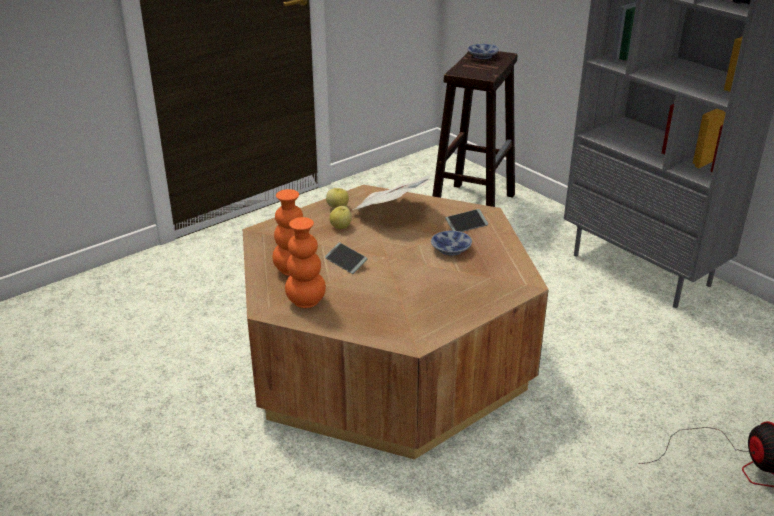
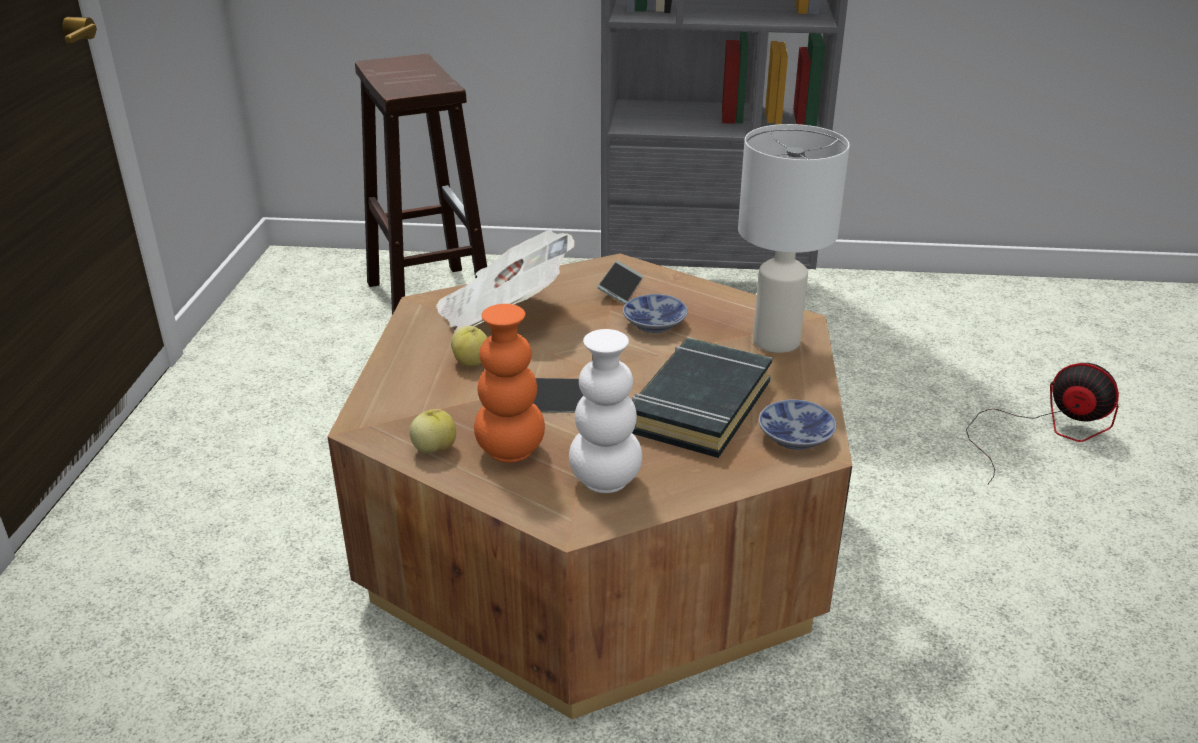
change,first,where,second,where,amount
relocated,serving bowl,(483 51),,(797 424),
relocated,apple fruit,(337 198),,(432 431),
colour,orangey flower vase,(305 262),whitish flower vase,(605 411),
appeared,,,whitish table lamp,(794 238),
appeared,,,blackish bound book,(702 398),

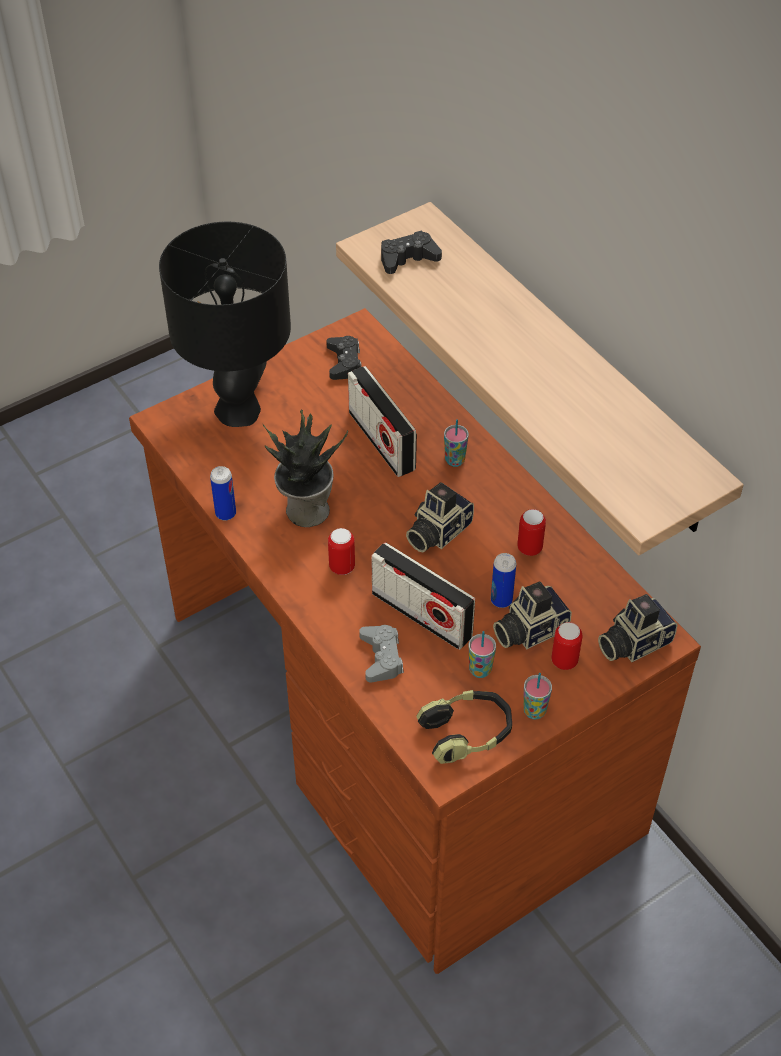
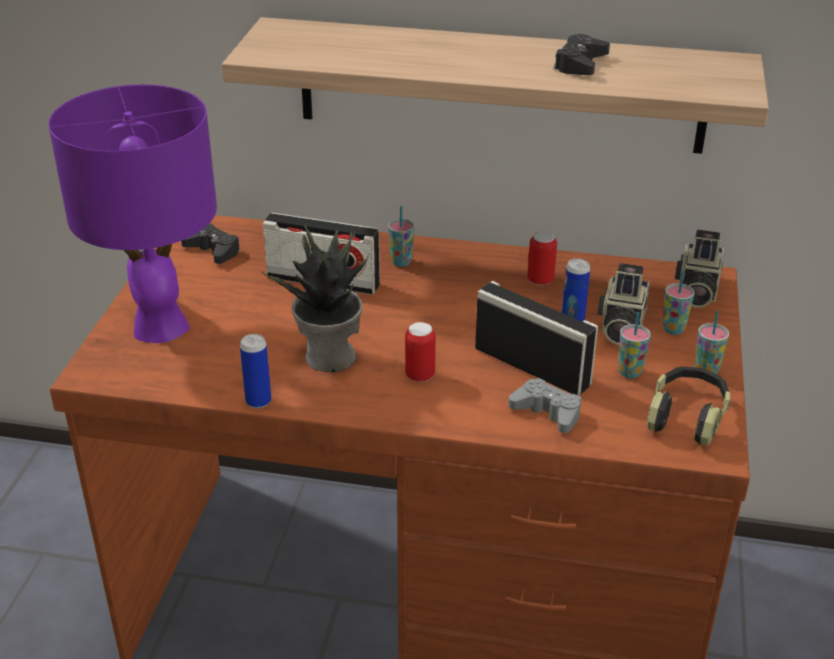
change,first,where,second,where,amount
colour,blackish table lamp,(225 324),purple table lamp,(132 213),
relocated,blackish joypad,(411 252),,(581 54),
missing,still camera,(440 517),,,
spun,radio set,(423 596),,(536 338),135 degrees counterclockwise
exchanged,can,(566 646),drinking cup,(678 303),

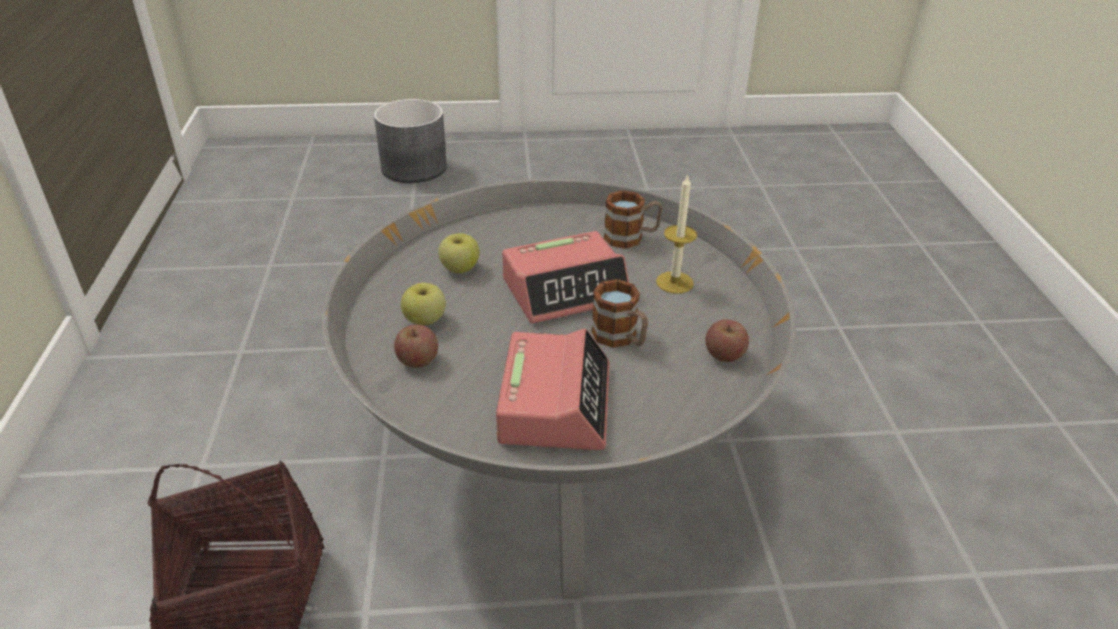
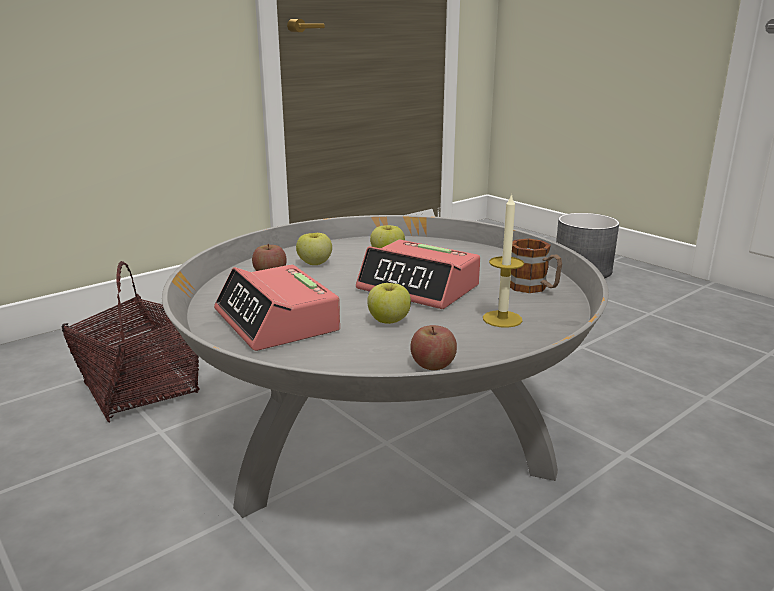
change,first,where,second,where,amount
exchanged,mug,(619 313),apple fruit,(389 303),
spun,table clock,(553 389),,(277 307),90 degrees clockwise

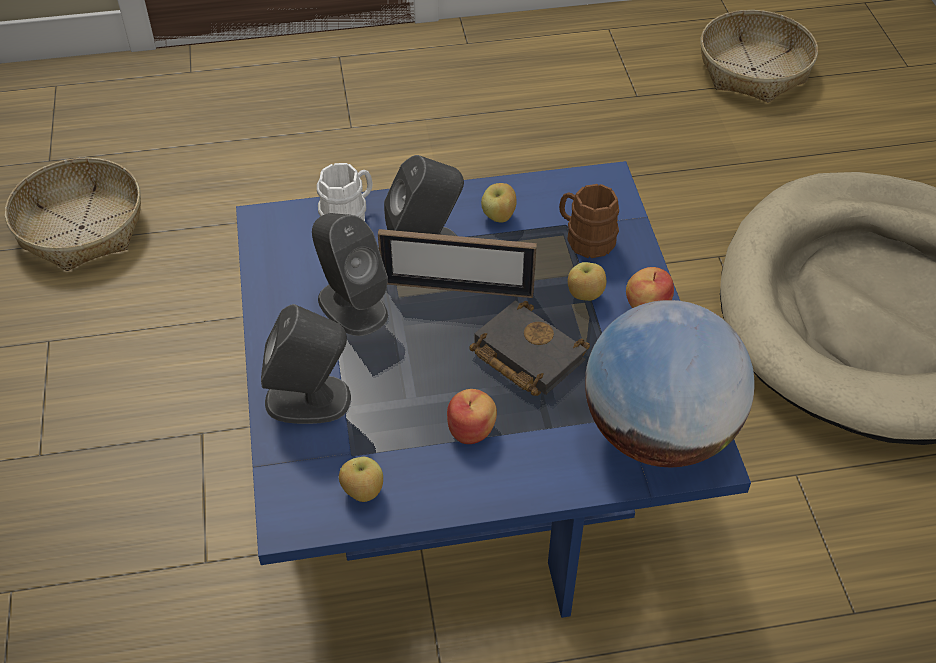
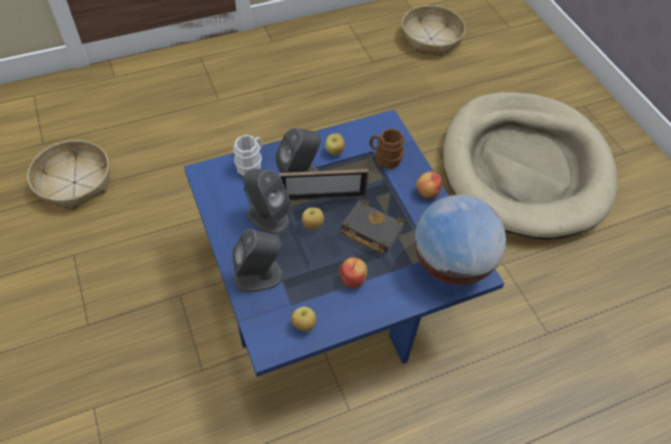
change,first,where,second,where,amount
relocated,apple fruit,(587 281),,(313 218),

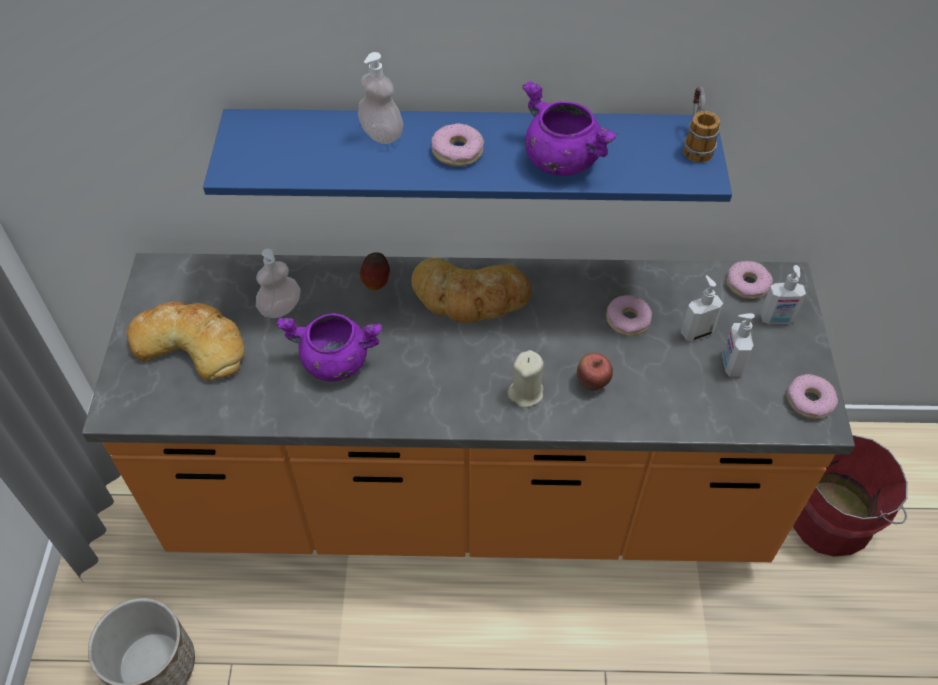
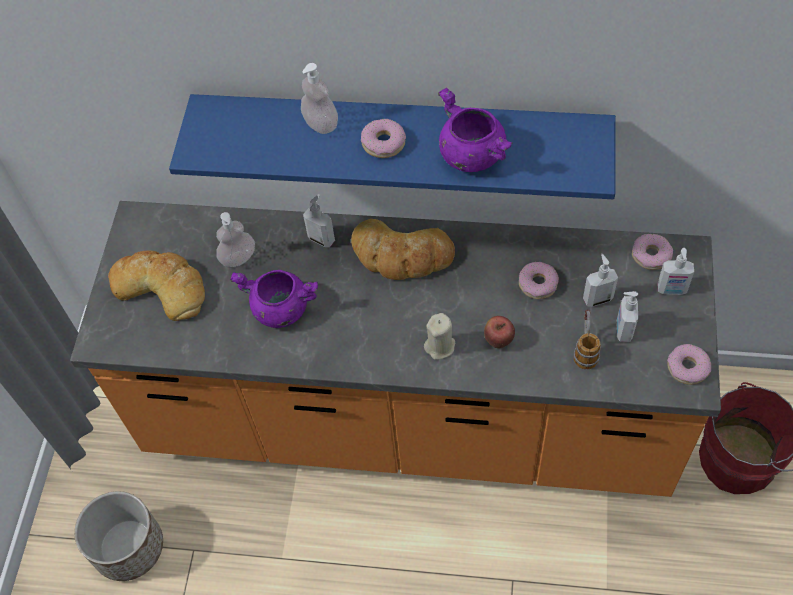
change,first,where,second,where,amount
relocated,mug,(701 125),,(587 339),
exchanged,apple fruit,(375 272),liquid soap bottle,(319 220),

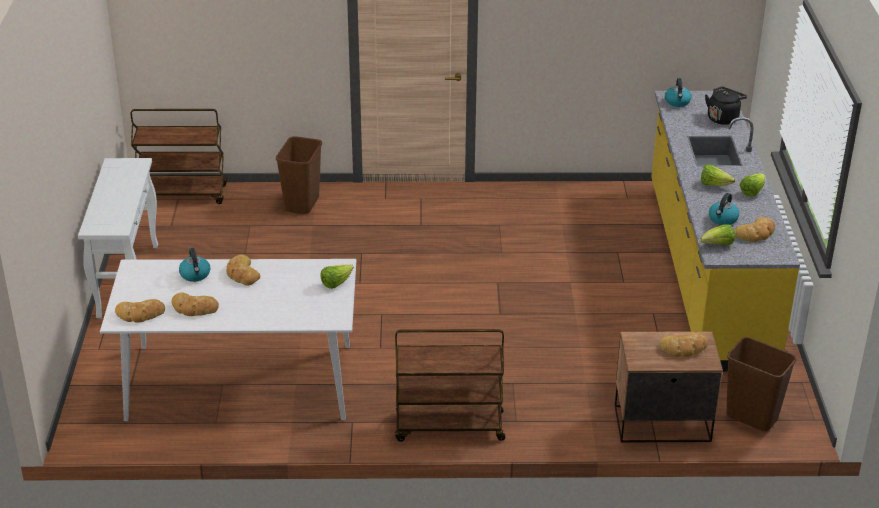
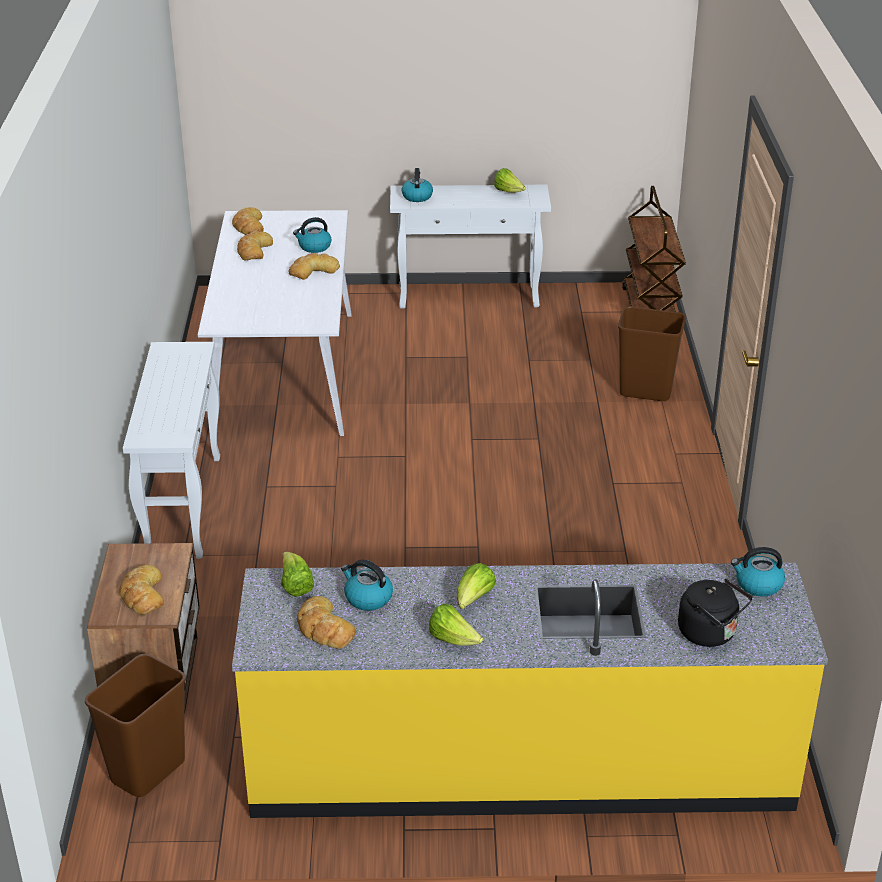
change,first,where,second,where,amount
relocated,lettuce head,(336 276),,(510 180),
exchanged,brown-coloured wheeled cart,(450 385),whitish console table,(171 450),
appeared,,,kettle,(417 185),

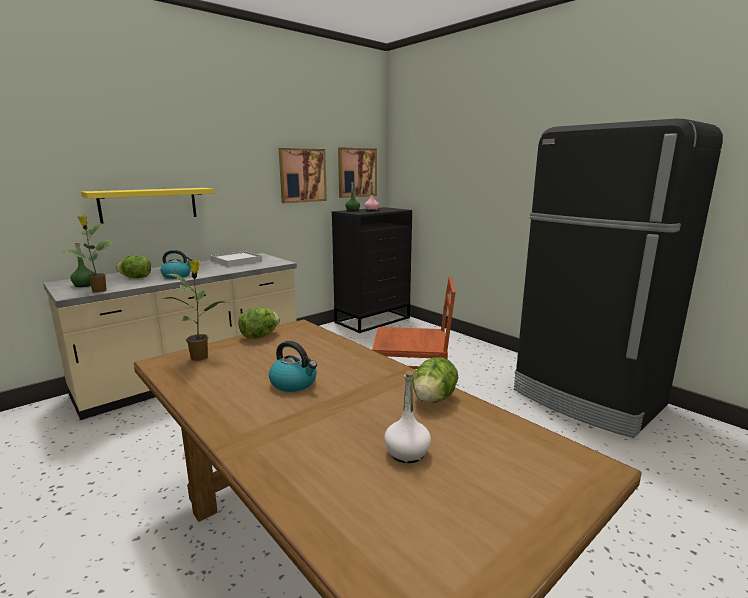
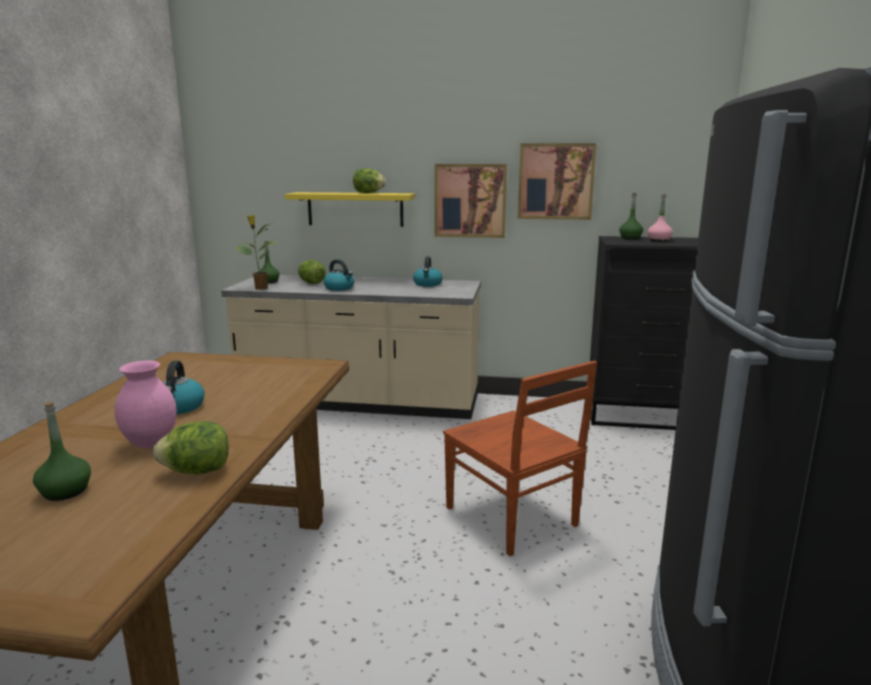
change,first,where,second,where,amount
relocated,wall picture,(357 172),,(471 201),
exchanged,whitish serving tray,(236 259),kettle,(428 271),
missing,potted plant,(193 310),,,
relocated,lettuce head,(259 323),,(369 180),
colour,whitish bottle,(407 417),green-coloured bottle,(62 451),
appeared,,,pinkish flower vase,(146 404),

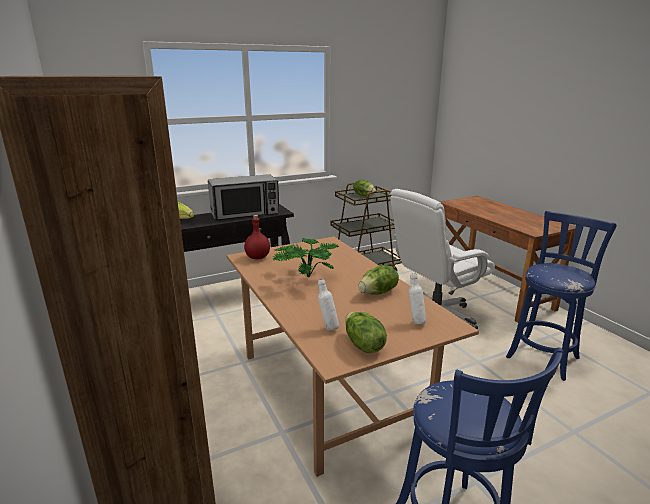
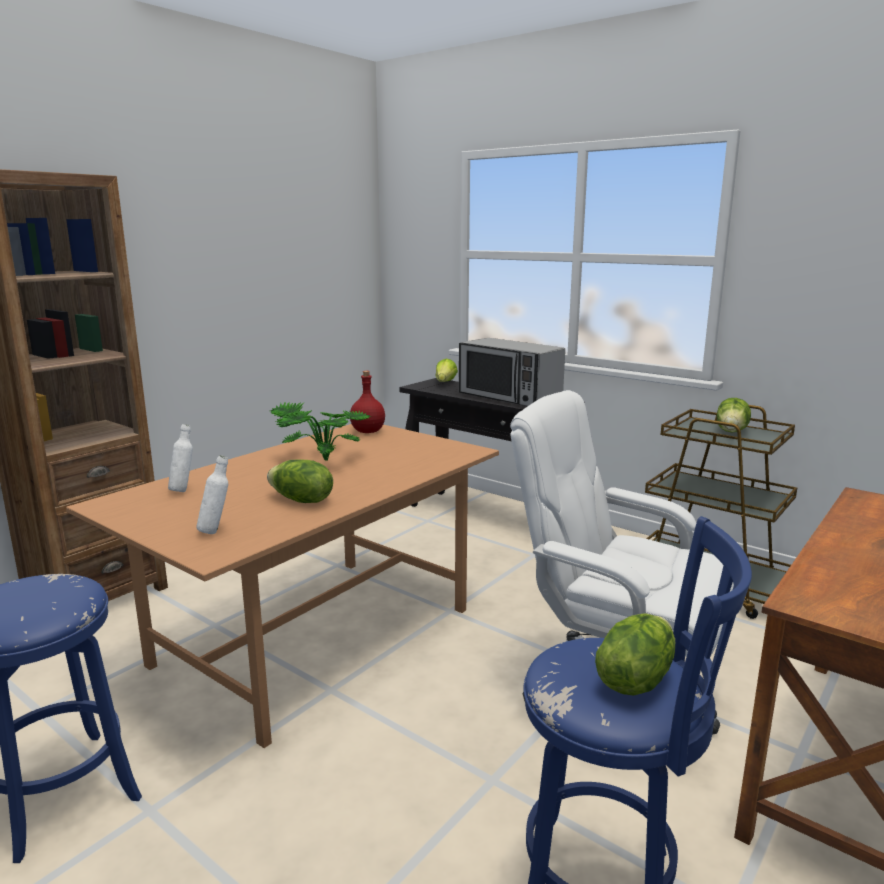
change,first,where,second,where,amount
relocated,lettuce head,(366 332),,(635 655),

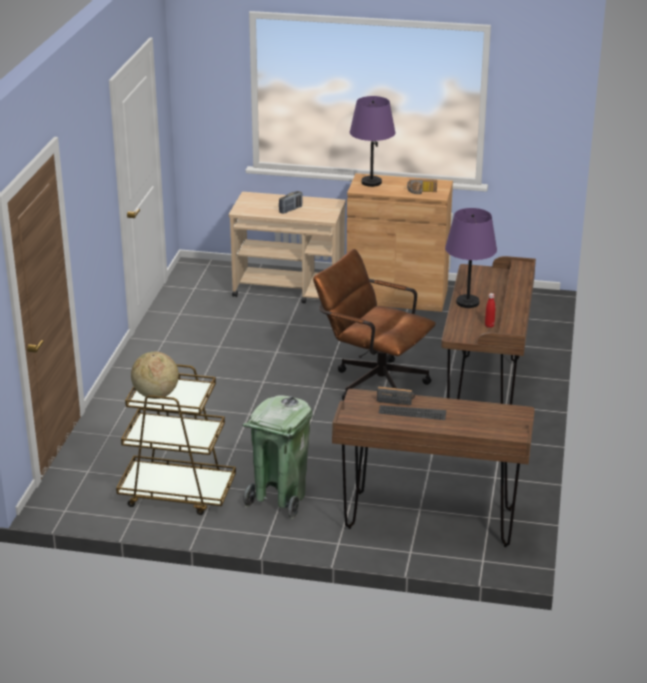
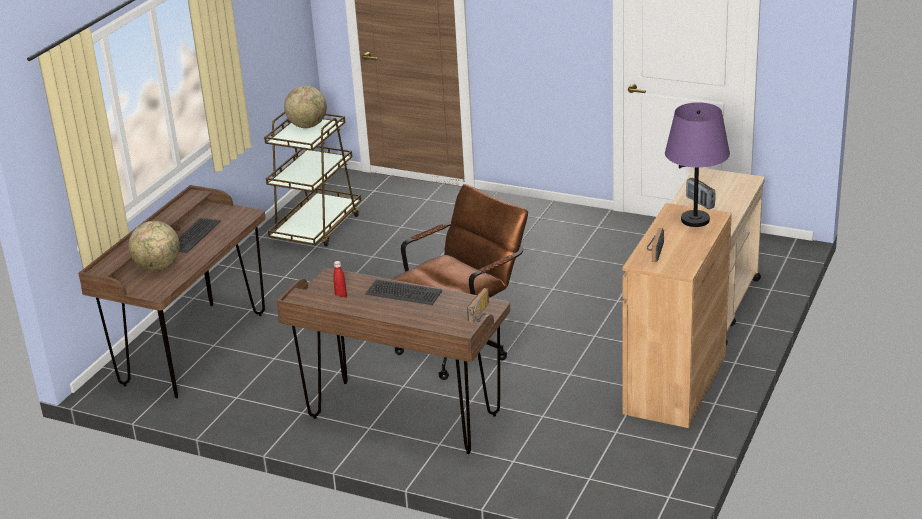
change,first,where,second,where,amount
exchanged,purple table lamp,(471 258),computer keyboard,(403 292),
relocated,radio set,(396 395),,(478 305),
missing,green-coloured trash can,(277 457),,,
appeared,,,world globe,(154 246),

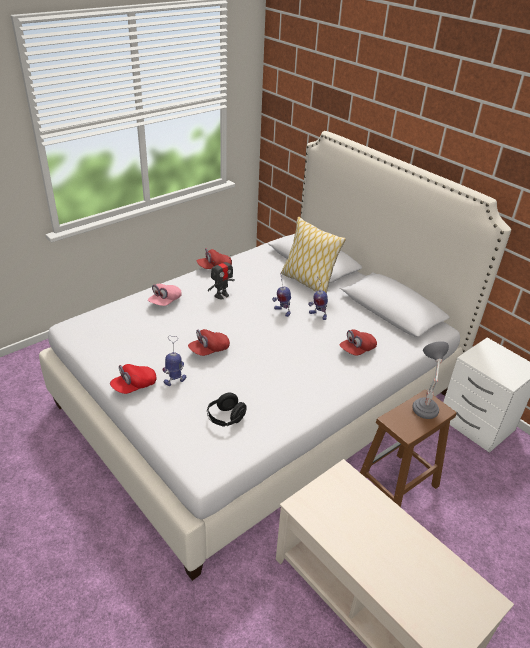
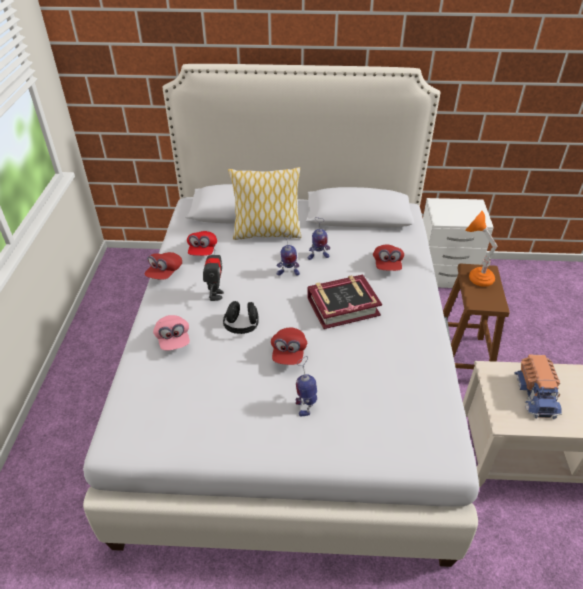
change,first,where,second,where,amount
colour,grey table lamp,(430 380),orangey table lamp,(482 249),
relocated,reddish peaked cap,(133 379),,(202 243),
relocated,blackish headset,(227 410),,(241 317),
appeared,,,bound book,(344 301),
appeared,,,toy lorry,(538 386),

